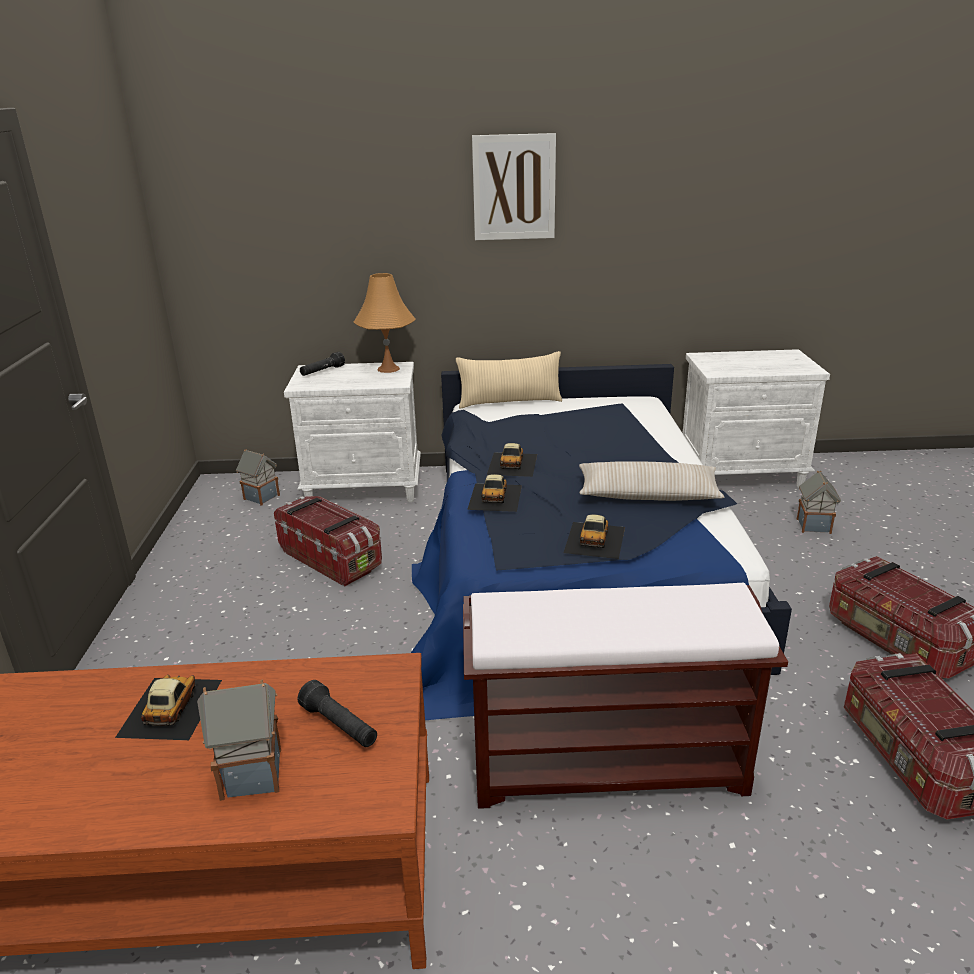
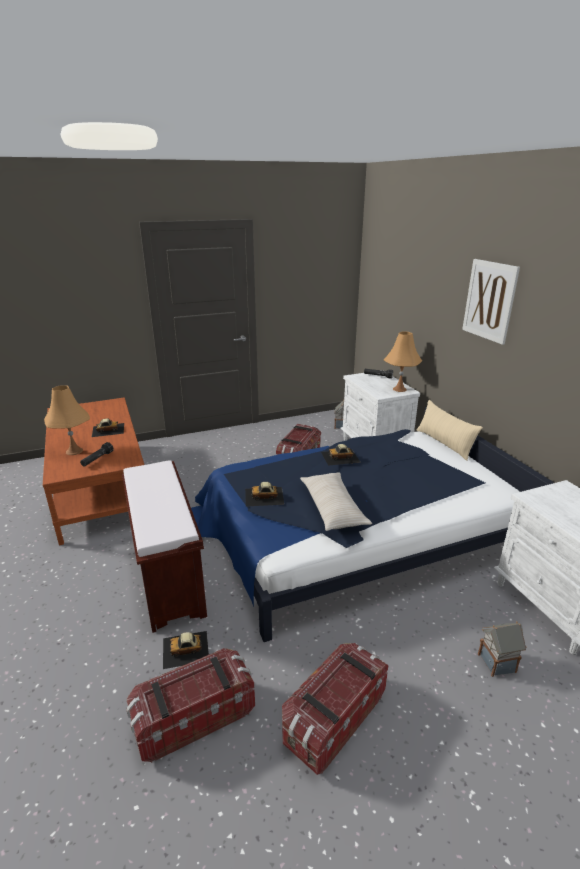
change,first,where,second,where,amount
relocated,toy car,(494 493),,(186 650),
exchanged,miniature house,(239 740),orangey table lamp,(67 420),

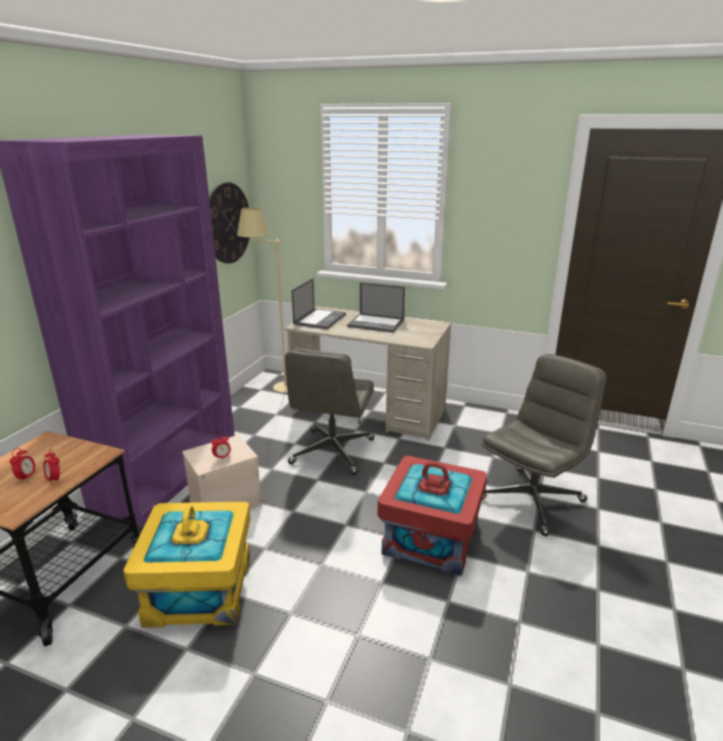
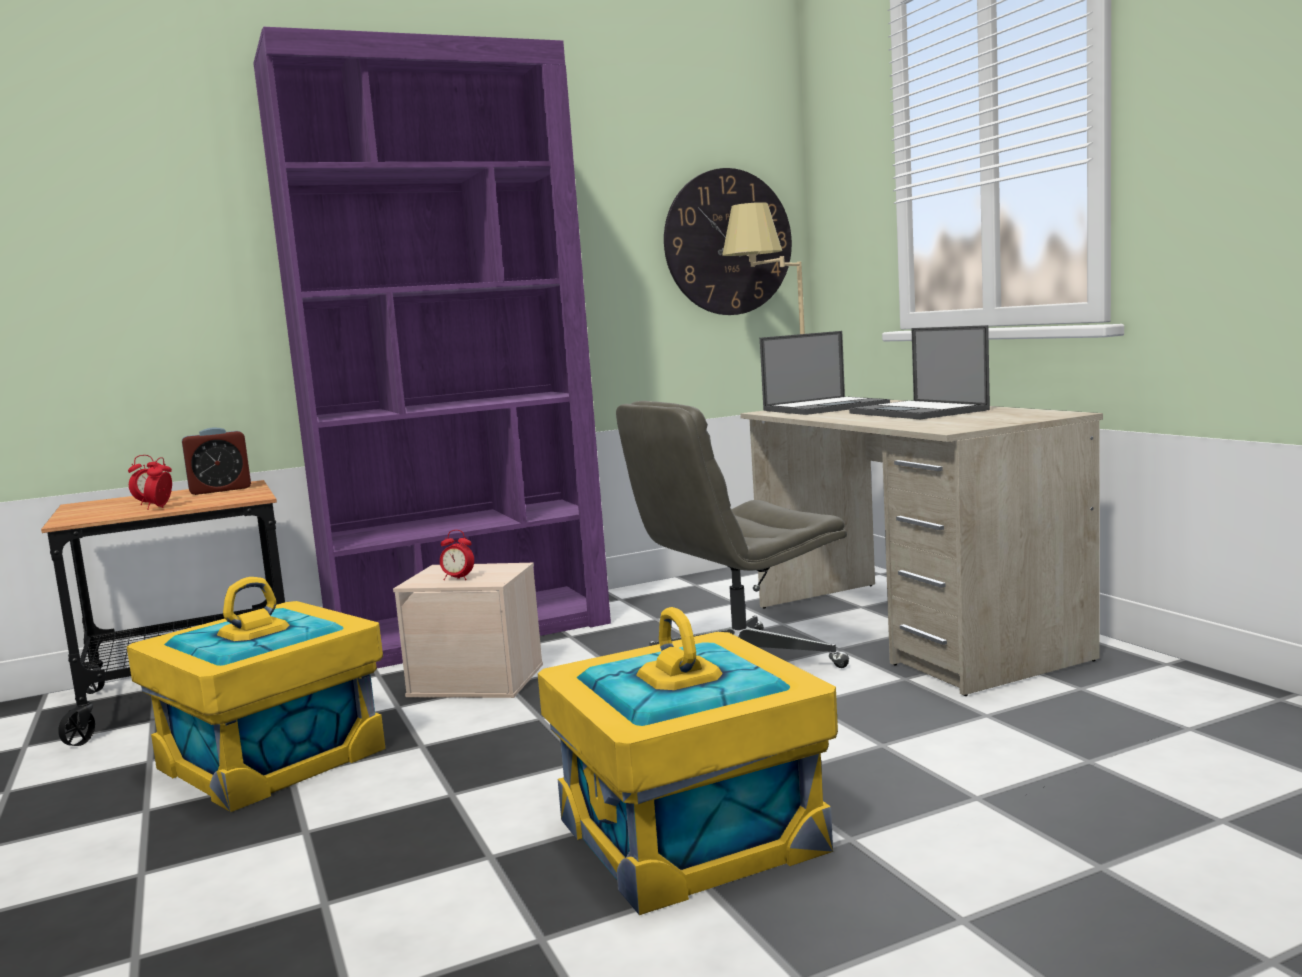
change,first,where,second,where,amount
missing,grey office chair,(543 445),,,
colour,reddish storage box,(432 516),yellow storage box,(688 761),
appeared,,,table clock,(216 461),

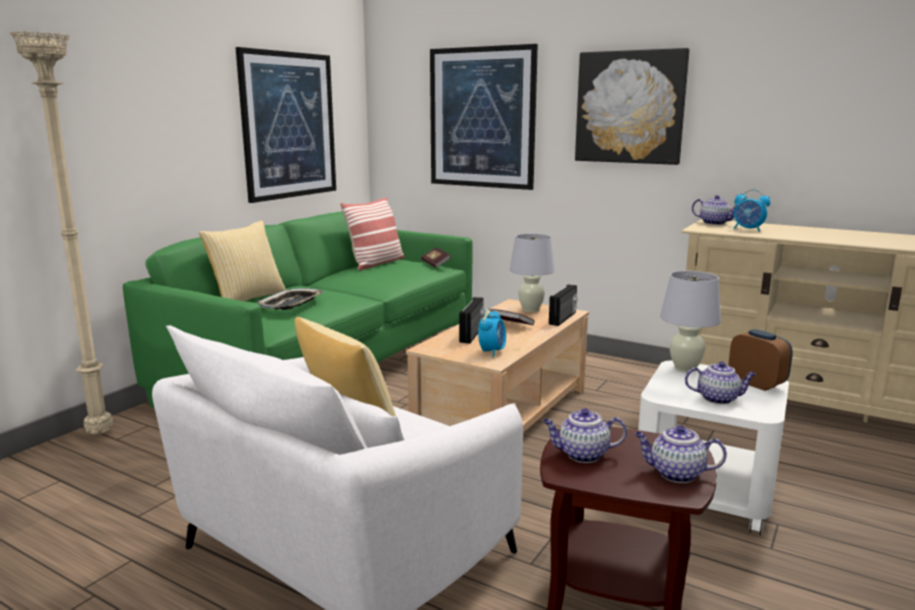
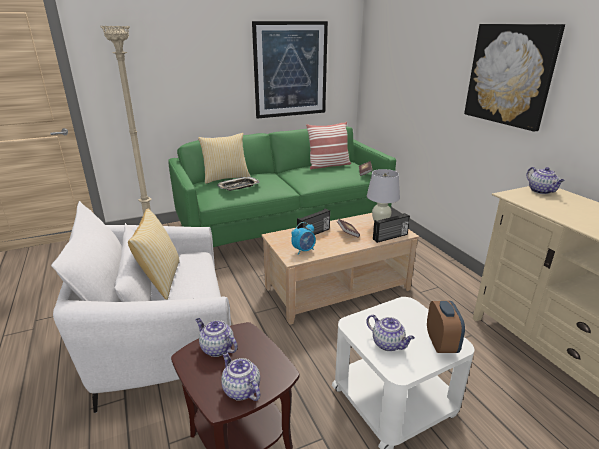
change,first,where,second,where,amount
missing,wall picture,(484 117),,,
missing,table clock,(751 210),,,
missing,whitish table lamp,(690 321),,,

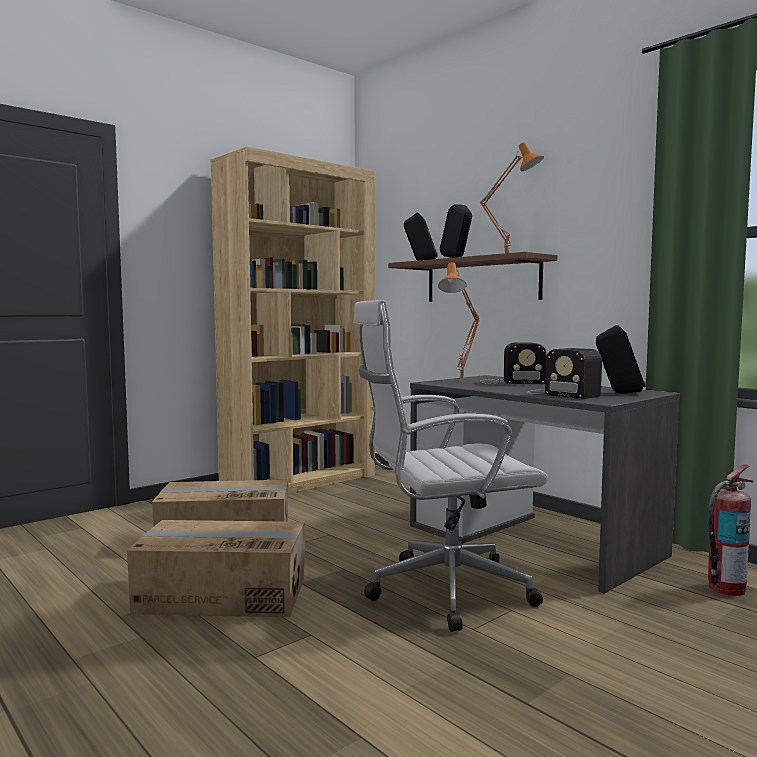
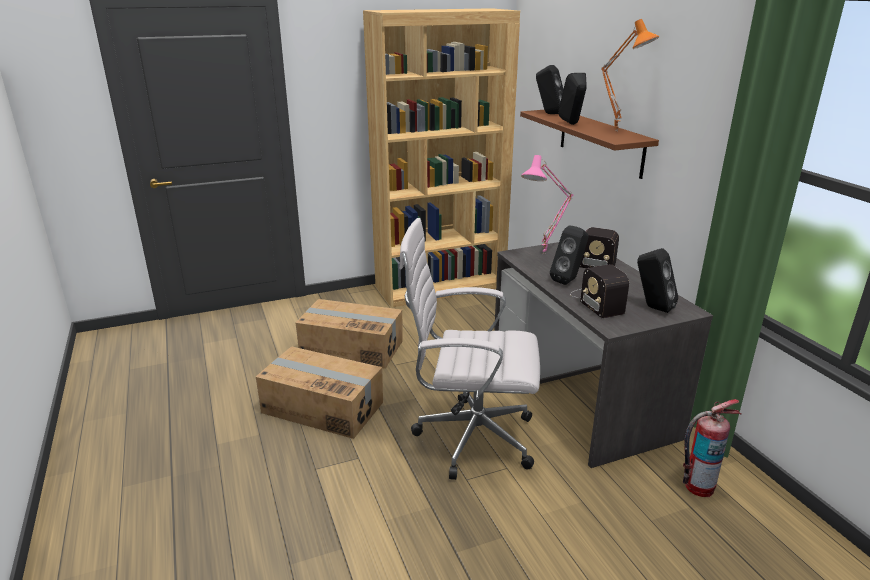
change,first,where,second,where,amount
colour,orangey table lamp,(459 321),pinkish table lamp,(547 204),
appeared,,,blackish loudspeaker,(569 255),

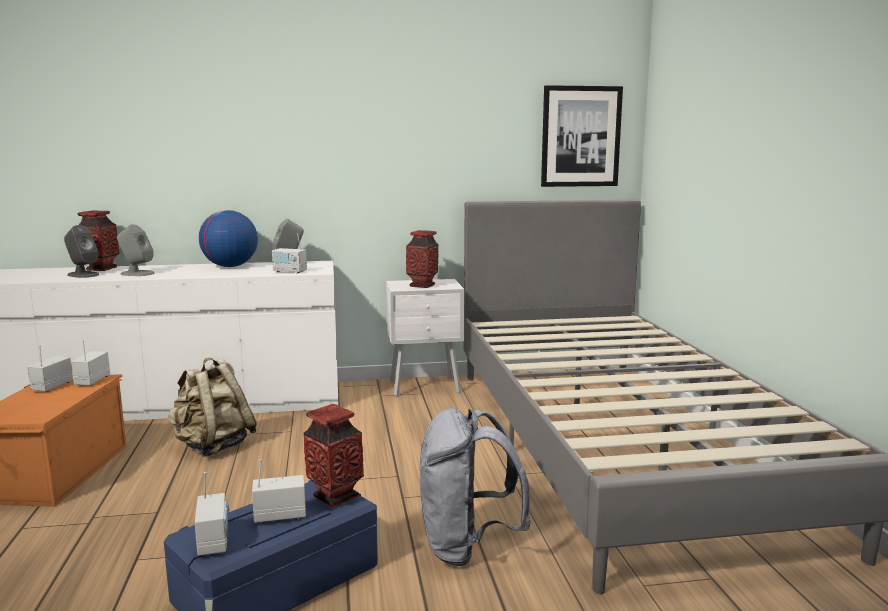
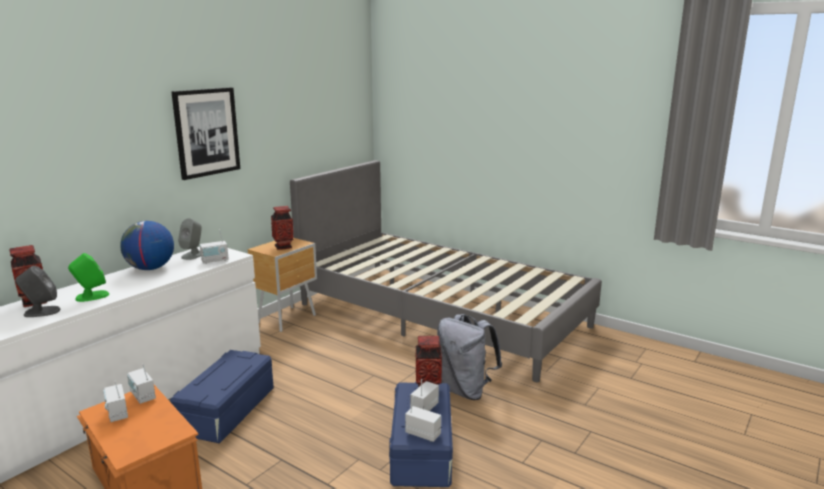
change,first,where,second,where,amount
relocated,wall picture,(582 136),,(205 133),
colour,grey loudspeaker,(135 250),green-coloured loudspeaker,(88 277),
colour,whitish nightstand,(425 338),brown-coloured nightstand,(282 285),
exchanged,sand-coloured rucksack,(212 407),blue storage box,(222 396),

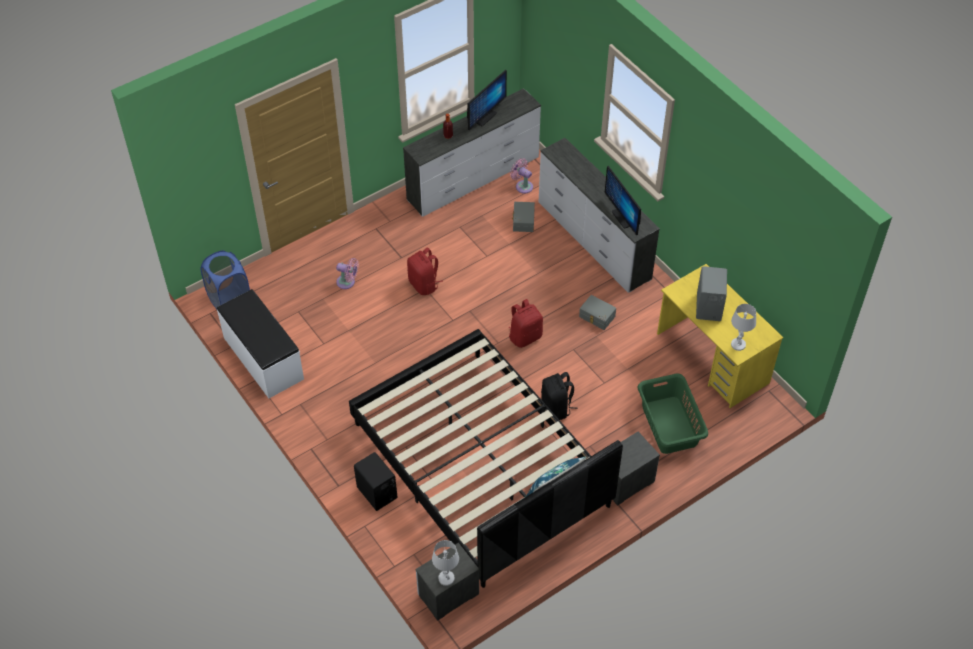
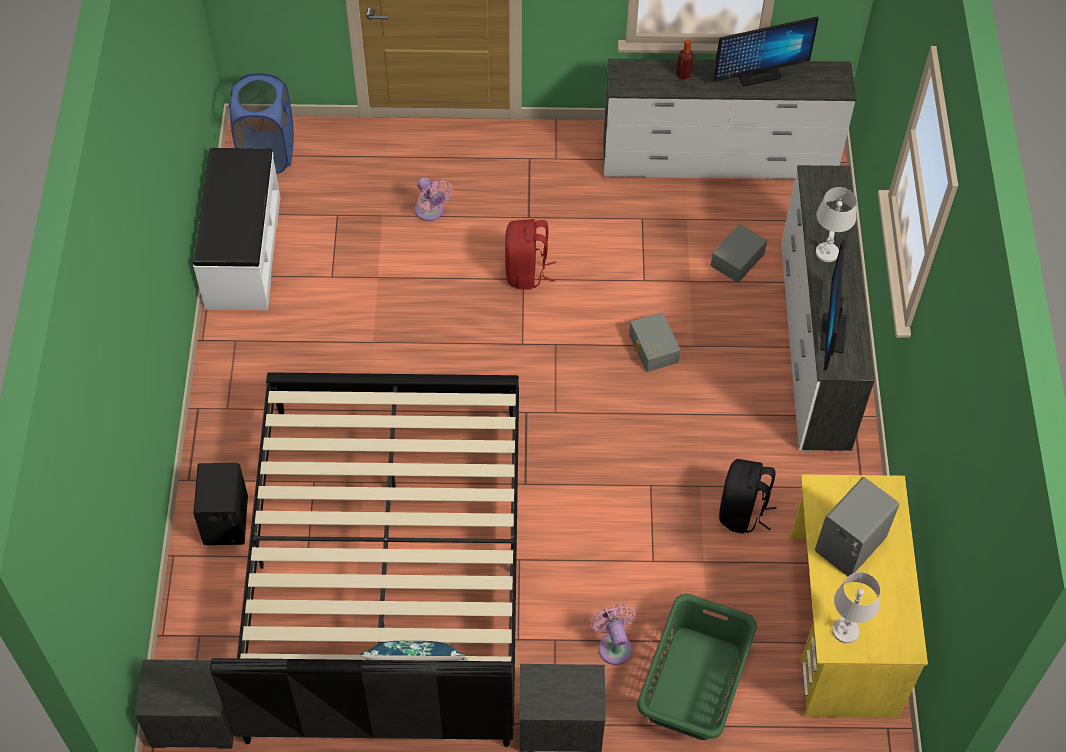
change,first,where,second,where,amount
relocated,pinkish cooling fan,(521 176),,(613 634),
relocated,grey storage box,(597 312),,(655 342),
missing,reddish rucksack,(525 323),,,
relocated,blackish rucksack,(559 396),,(748 496),
relocated,whitish table lamp,(445 563),,(836 224),

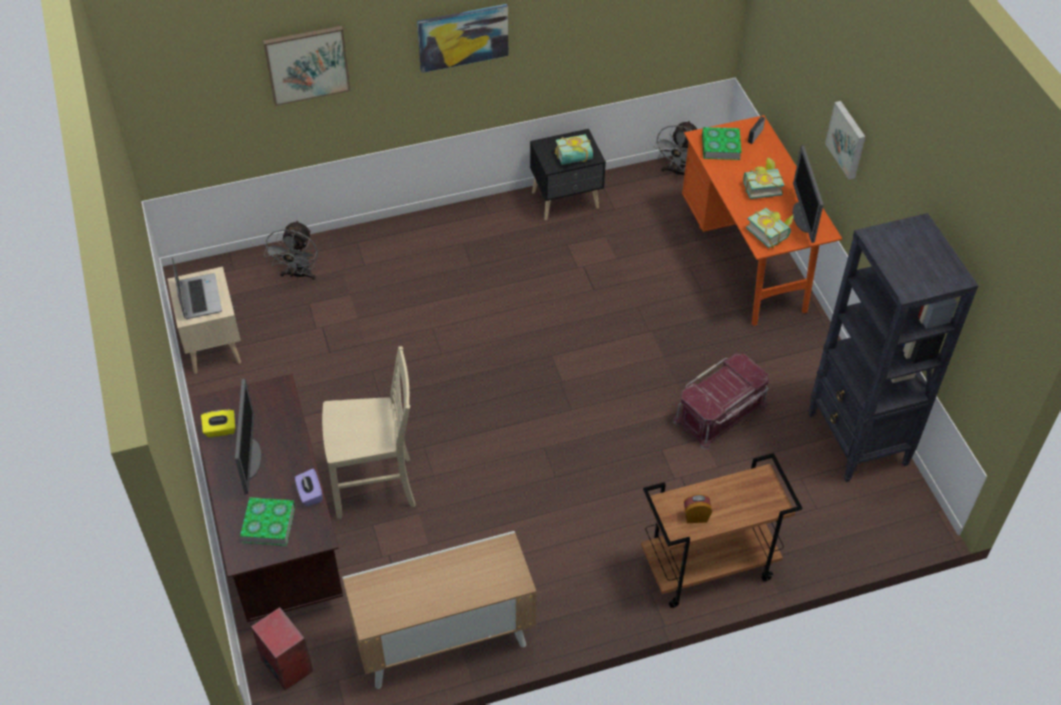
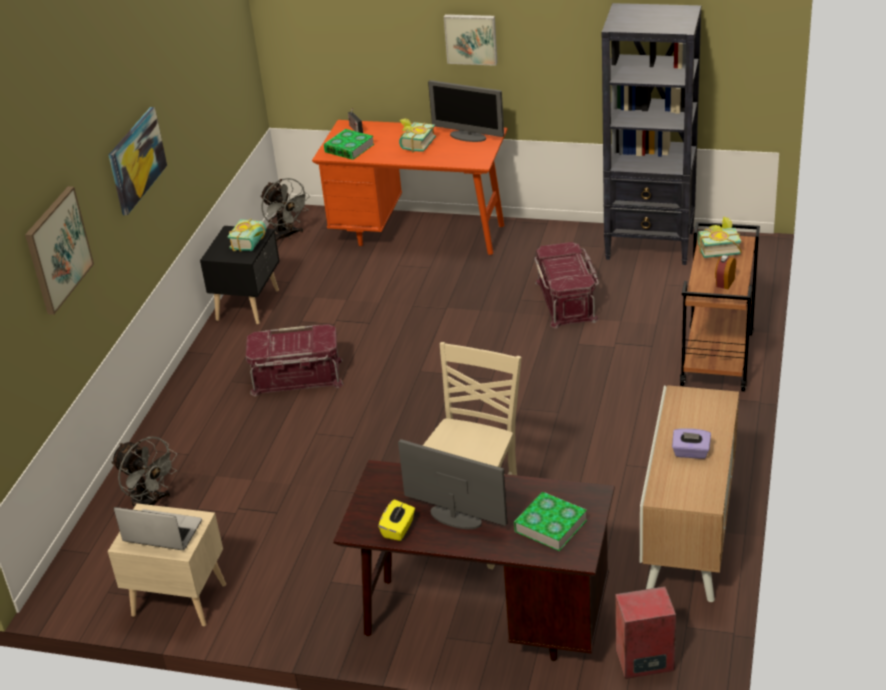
change,first,where,second,where,amount
relocated,bound book,(770 228),,(719 237),
relocated,purple tissue holder,(309 487),,(691 443),
appeared,,,reddish storage box,(294 360),

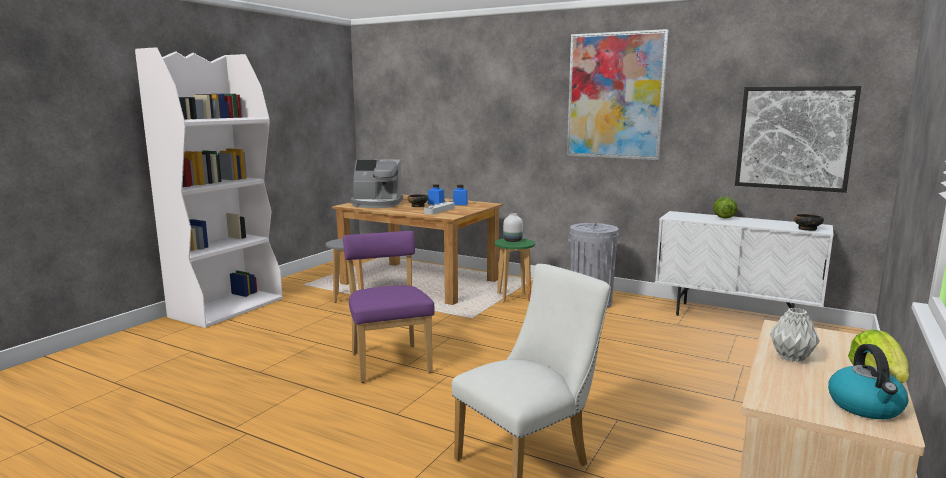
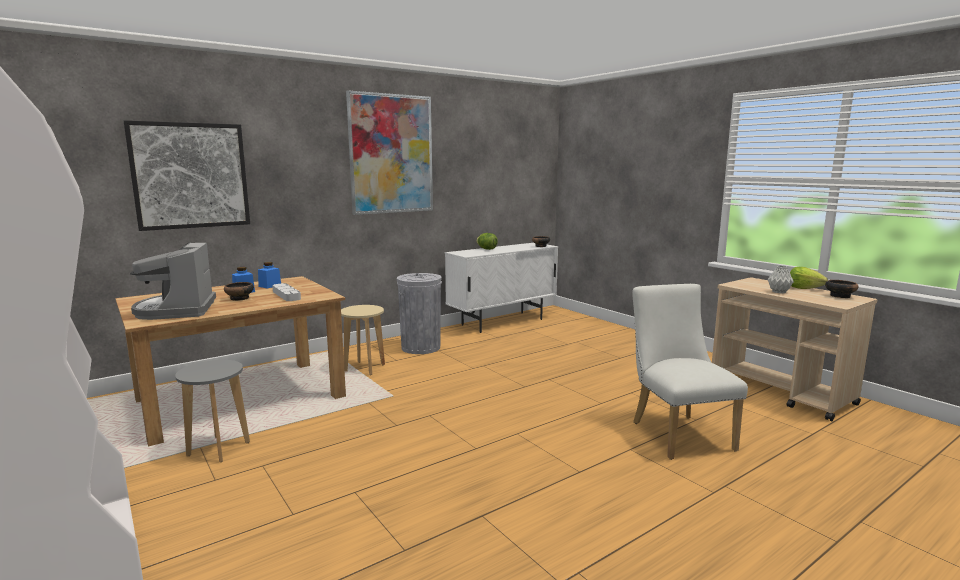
change,first,where,second,where,amount
relocated,wall picture,(798 139),,(187 175),
spun,coffee machine,(377 183),,(173 281),135 degrees clockwise
missing,whitish flower vase,(513 227),,,
missing,purple upright chair,(388 307),,,
colour,green-coloured stool,(515 270),sand-coloured stool,(363 340),
exchanged,kettle,(868 381),serving bowl,(841 289),

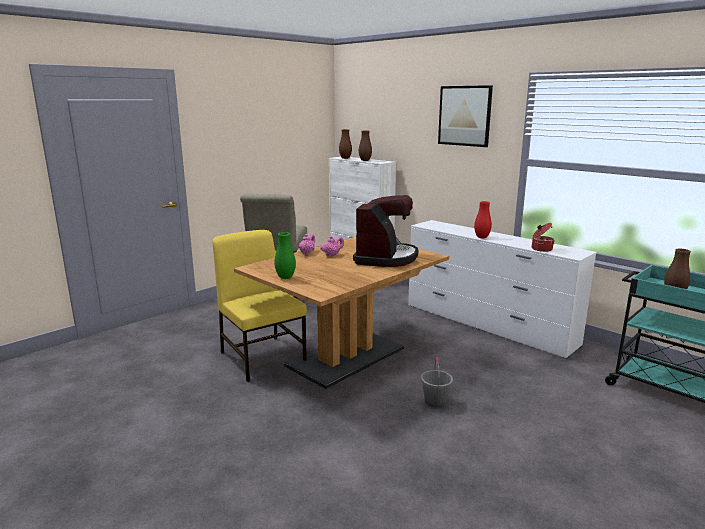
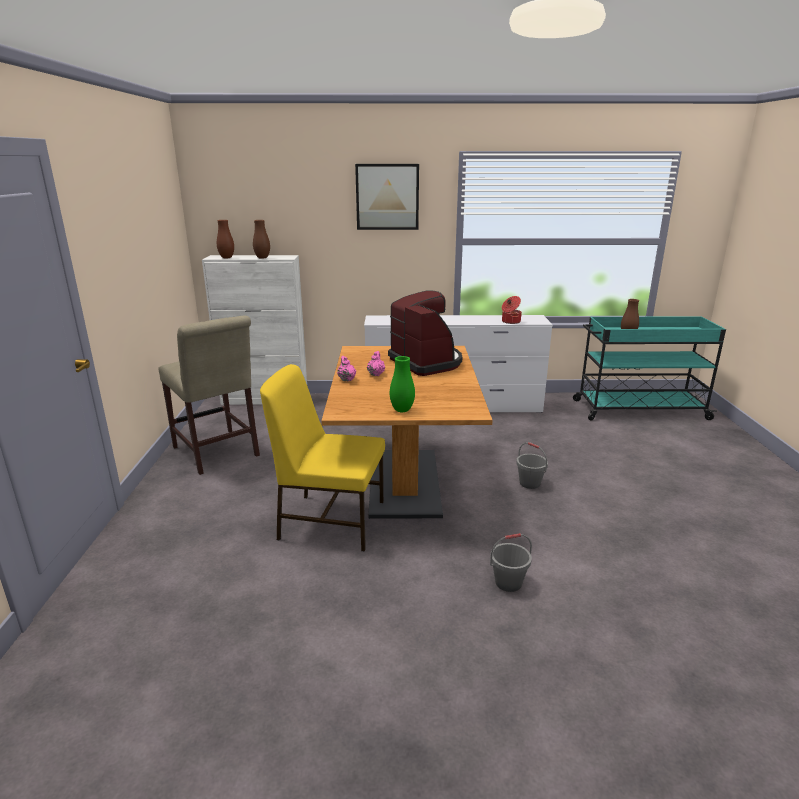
change,first,where,second,where,amount
missing,reddish flower vase,(483 219),,,
appeared,,,grey water bucket,(511 562),

